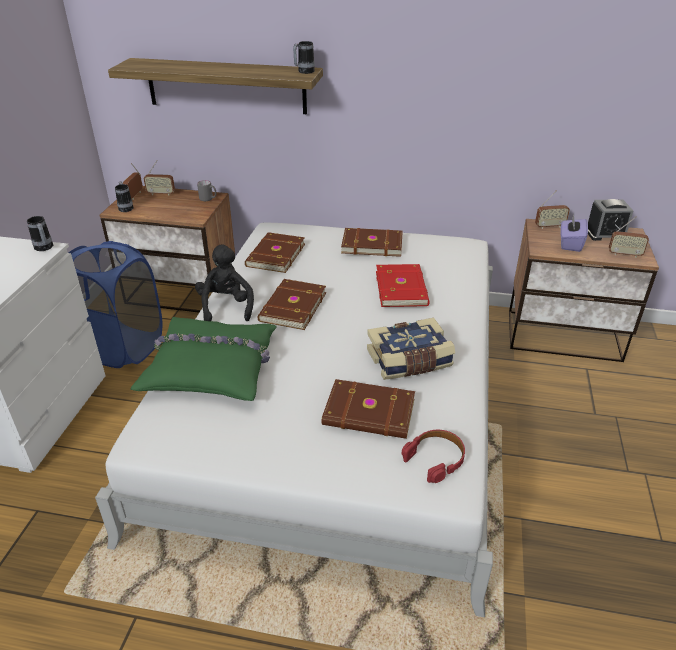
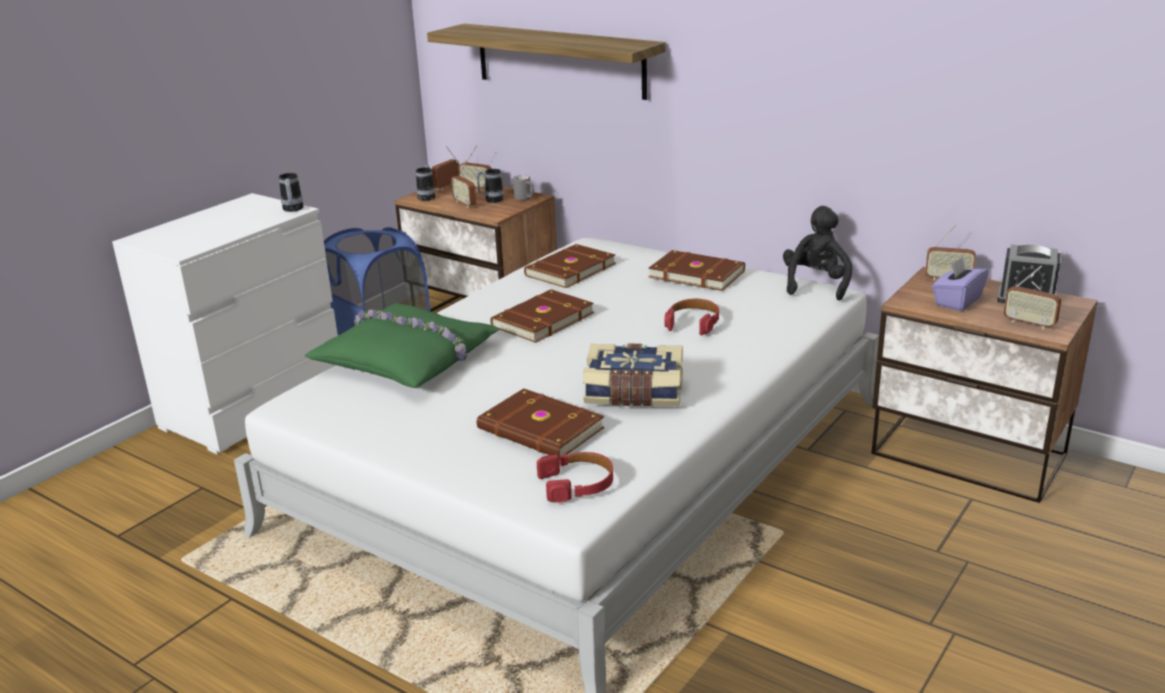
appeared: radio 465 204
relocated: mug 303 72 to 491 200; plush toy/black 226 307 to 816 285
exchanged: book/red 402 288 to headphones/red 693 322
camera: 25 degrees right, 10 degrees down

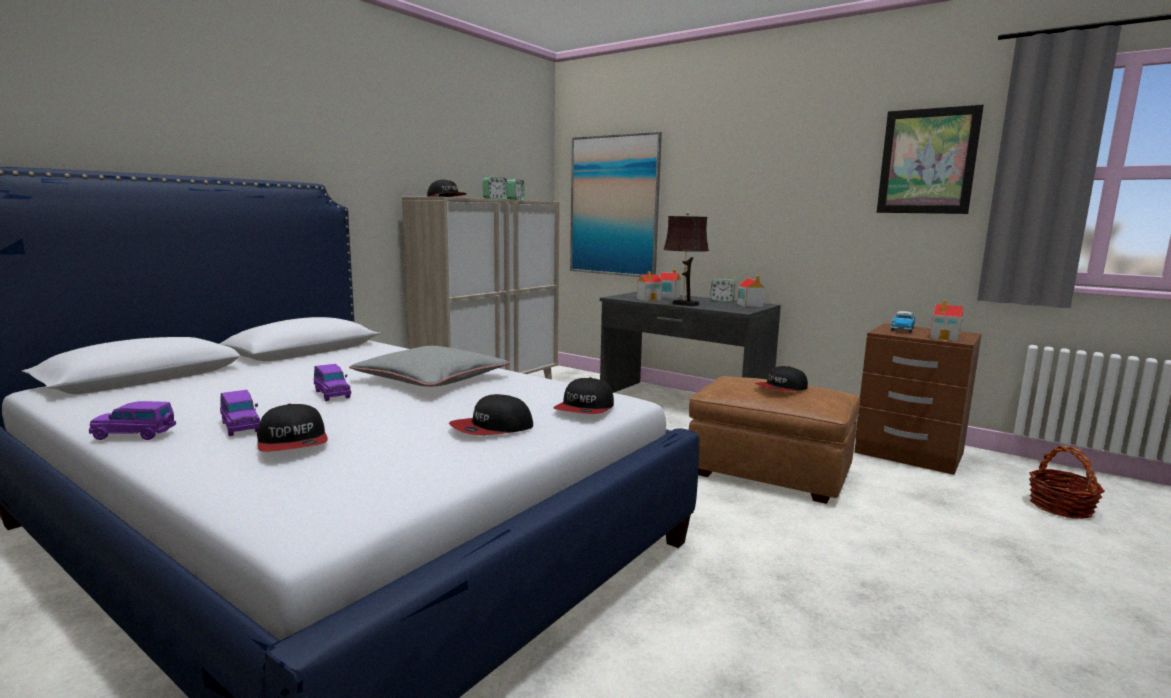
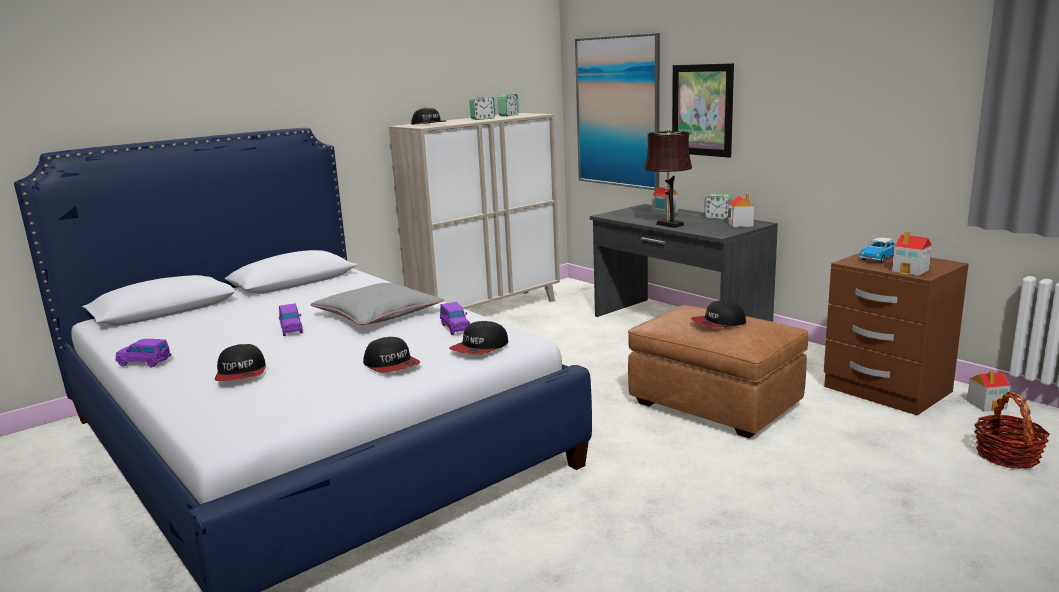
relocated: picture 927 161 to 702 110; toy house 649 299 to 987 404; toy car/purple 240 426 to 455 328
spun: cap 492 428 = 392 365 105 degrees counterclockwise
camera: 15 degrees right, 5 degrees up

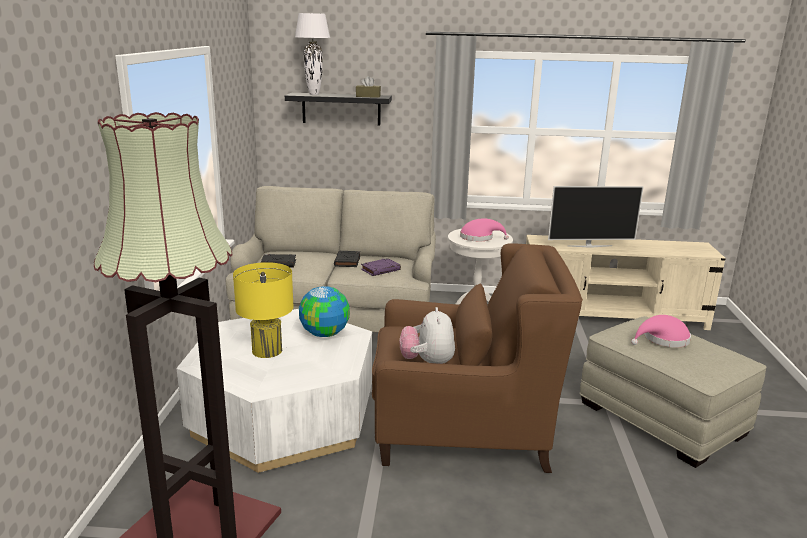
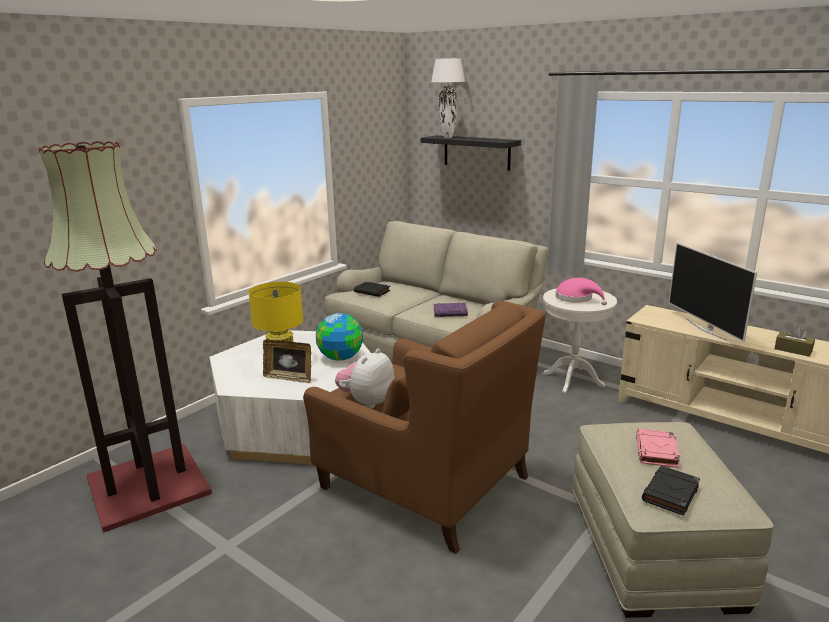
appeared: picture frame 289 378
relocated: tissue box/brown 368 96 to 793 350; book/black 347 261 to 670 494
exchanged: hat/pink 663 340 to book/pink 657 452
spun: television 589 246 = 706 329 45 degrees clockwise
camera: 35 degrees right, 0 degrees up

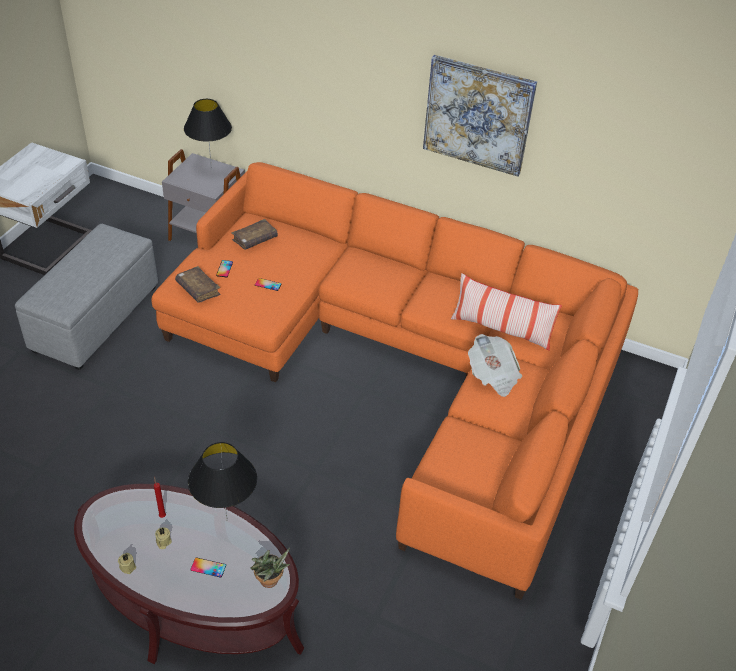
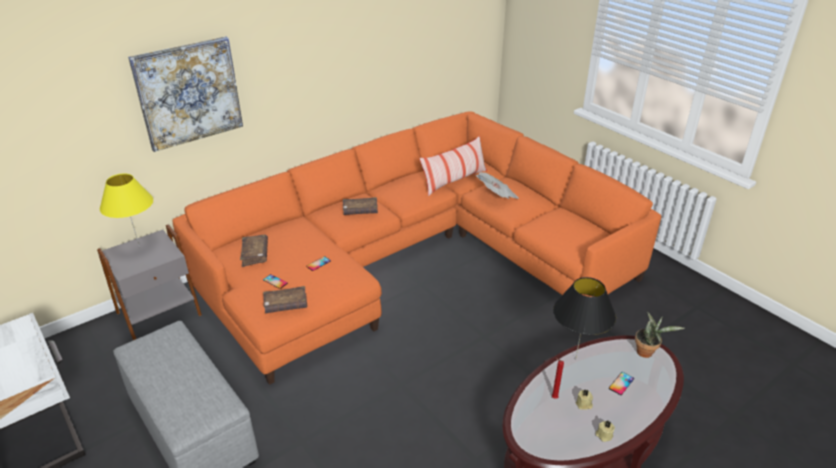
appeared: book/brown 360 211
relocated: picture 478 115 to 188 93
colour: table lamp/black 211 169 to table lamp/yellow 139 247
camera: 60 degrees left, 10 degrees down

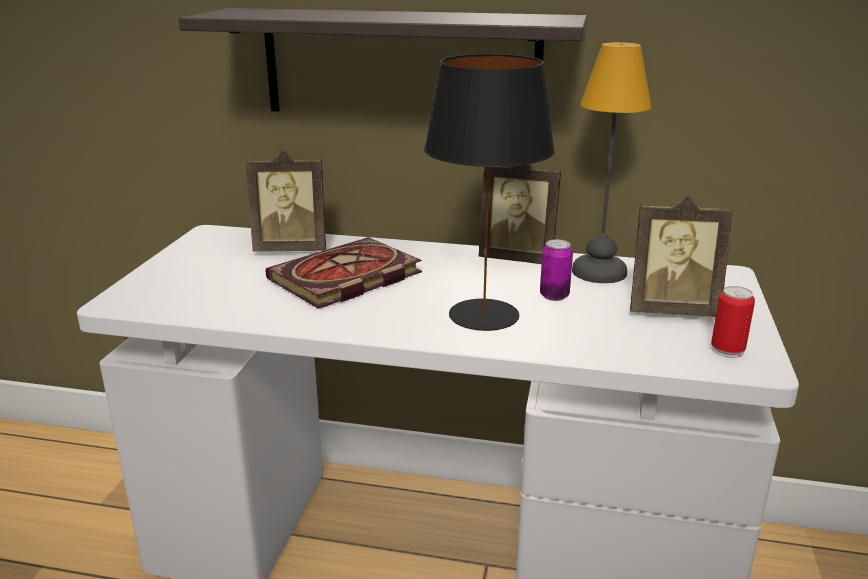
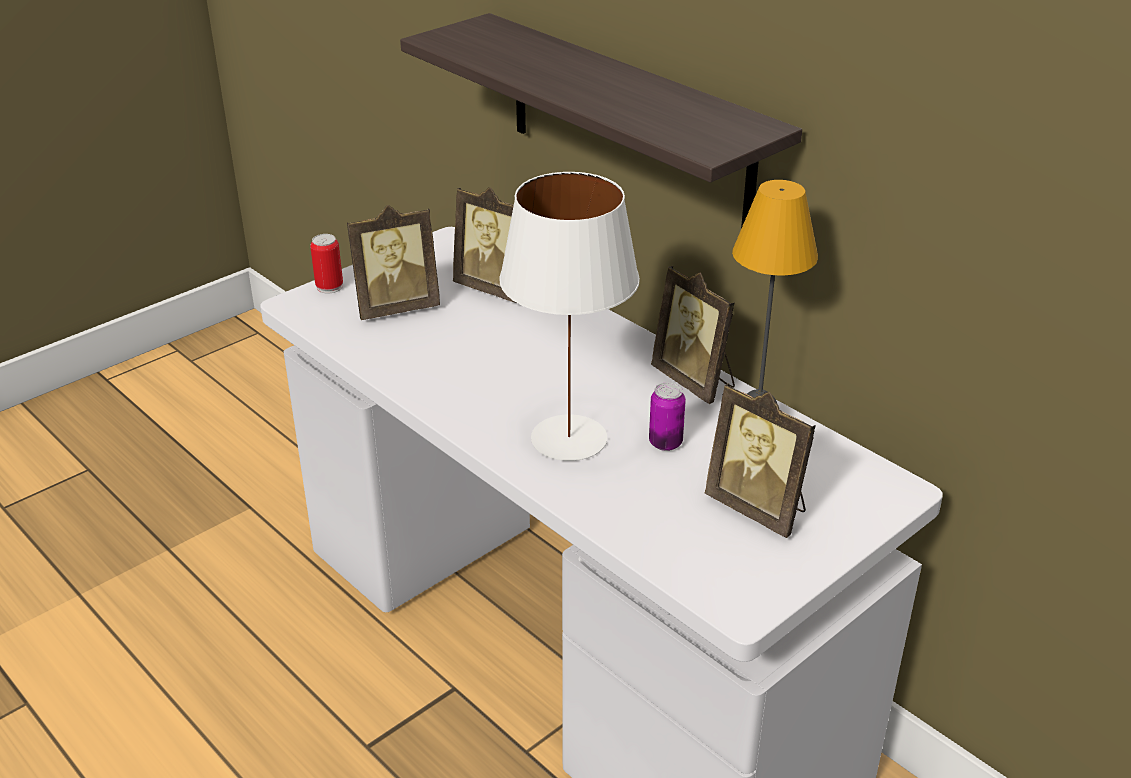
missing: book 344 279
appeared: picture frame 396 307
relocated: can 727 350 to 329 287
colour: table lamp/black 485 314 to table lamp/white 570 438
camera: 35 degrees right, 10 degrees up

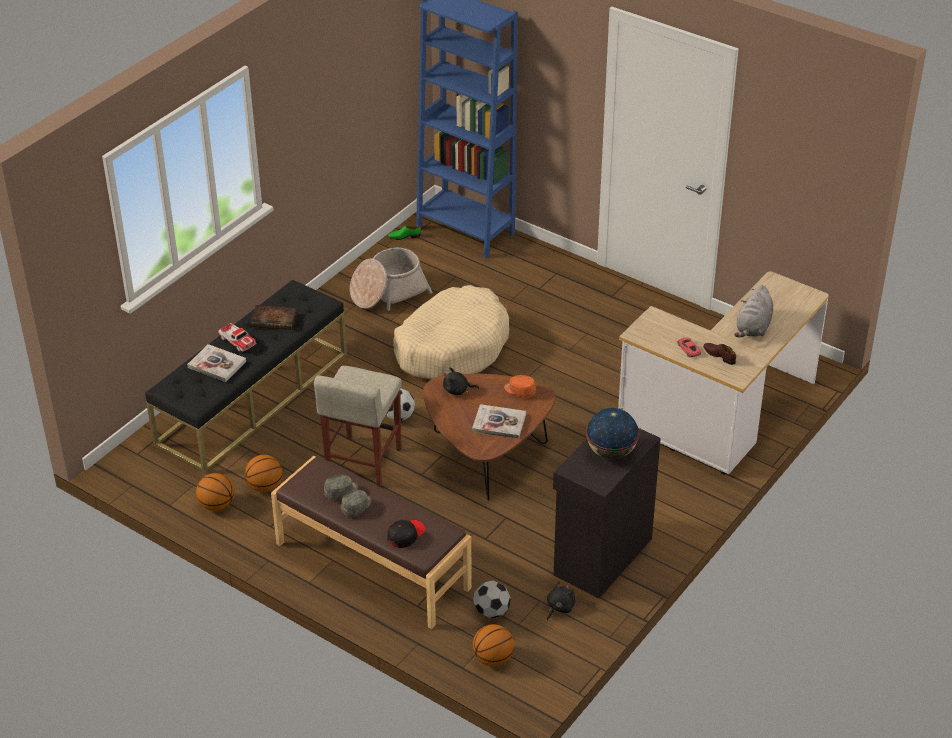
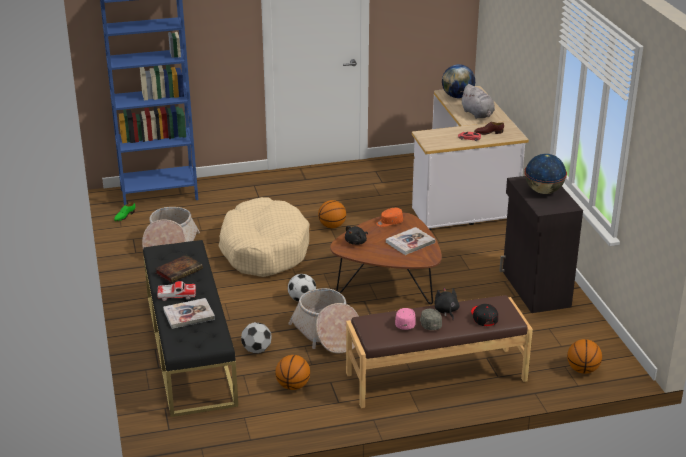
appeared: globe 457 96
relocated: basketball 217 505 to 332 226; football 492 612 to 257 350; plush toy/black 559 607 to 446 311
exchanged: stool/beige 363 462 to basket 327 334
colour: cap/grey 341 491 to cap/pink 405 323
camera: 50 degrees left, 10 degrees down

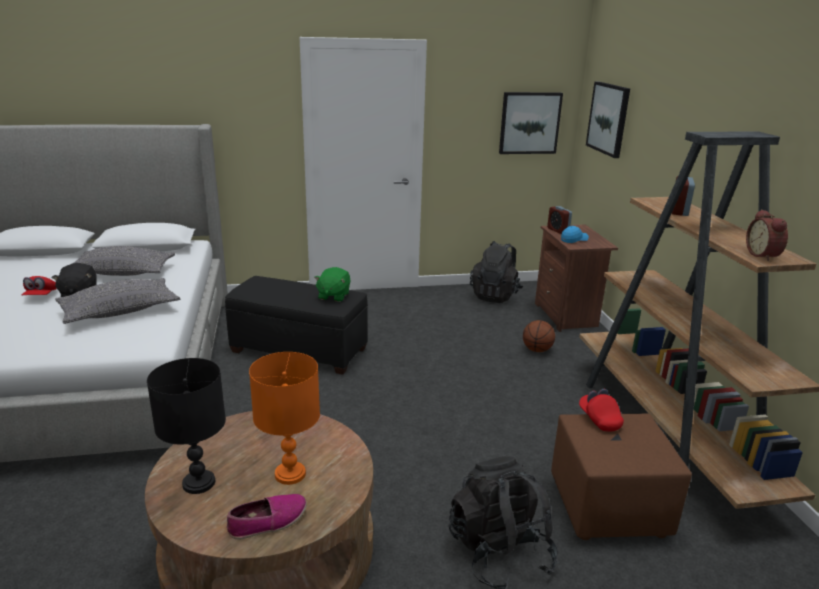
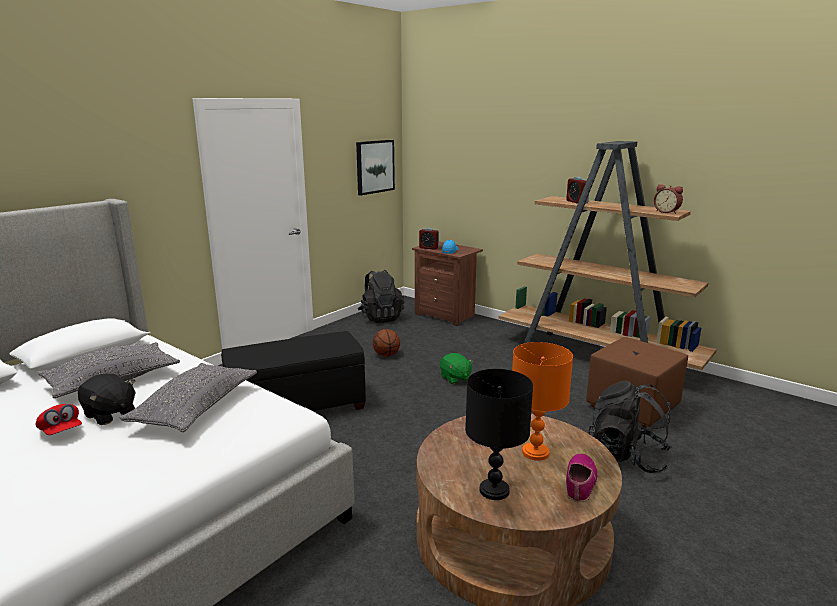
missing: picture 608 118; cap/red 599 419
relocated: plush toy/green 333 296 to 455 378; basketball 537 350 to 386 355
camera: 40 degrees left, 5 degrees down

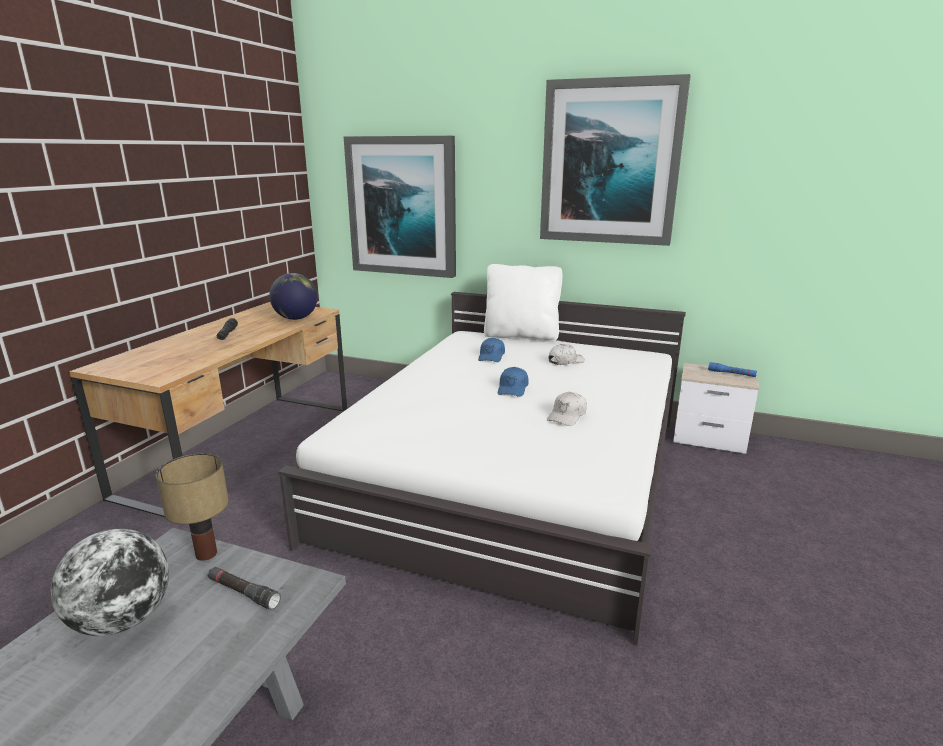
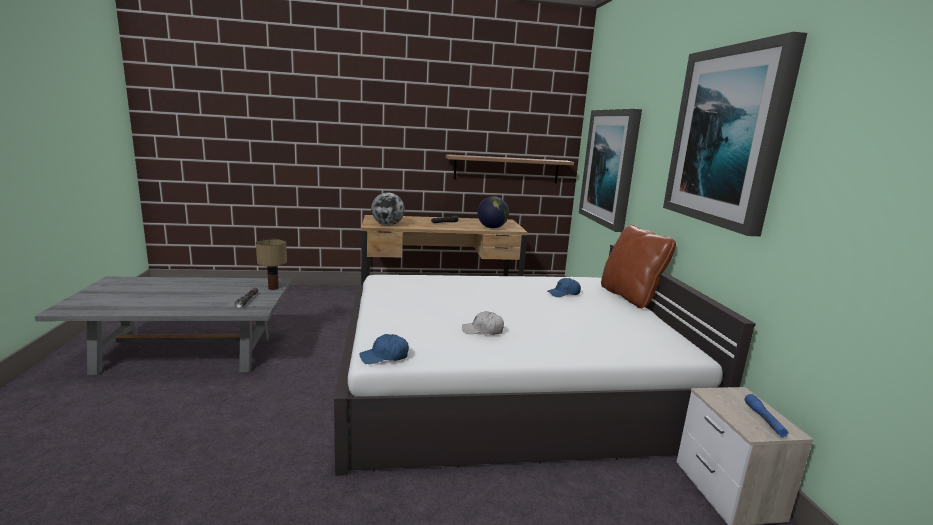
missing: cap/white 565 361
appeared: shelf 506 169
relocated: cap/blue 513 389 to 384 357; globe 123 620 to 387 225
colour: pillow/white 521 336 to pillow/brown 630 297
camera: 60 degrees right, 5 degrees down

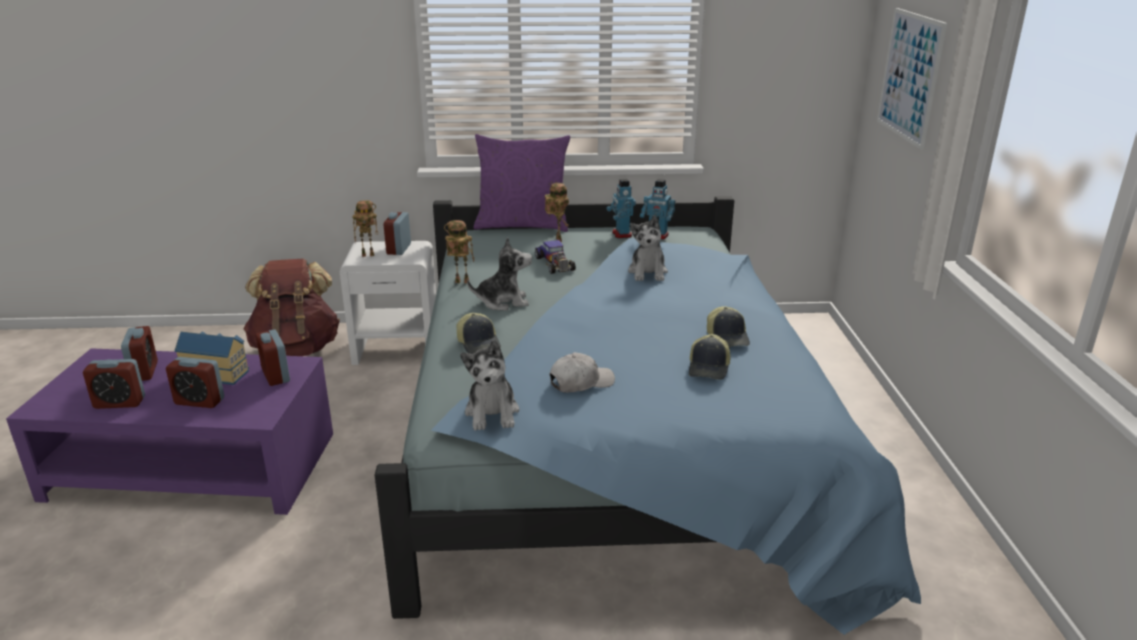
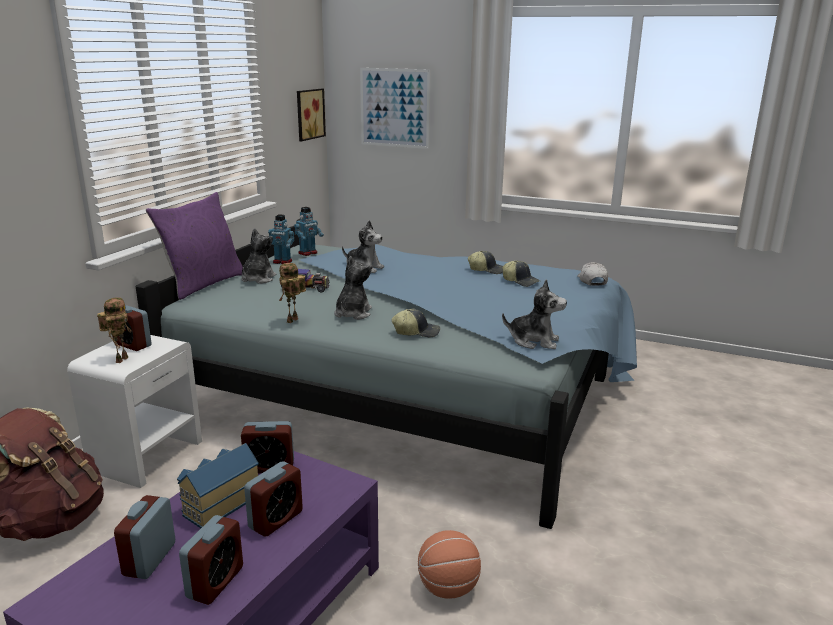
appeared: picture 308 114; basketball 447 588
relocated: cap/white 581 382 to 591 281
exchanged: toy robot 557 239 to plush toy 258 279
spun: alarm clock 144 371 = 150 559 90 degrees counterclockwise
camera: 65 degrees left, 5 degrees down

